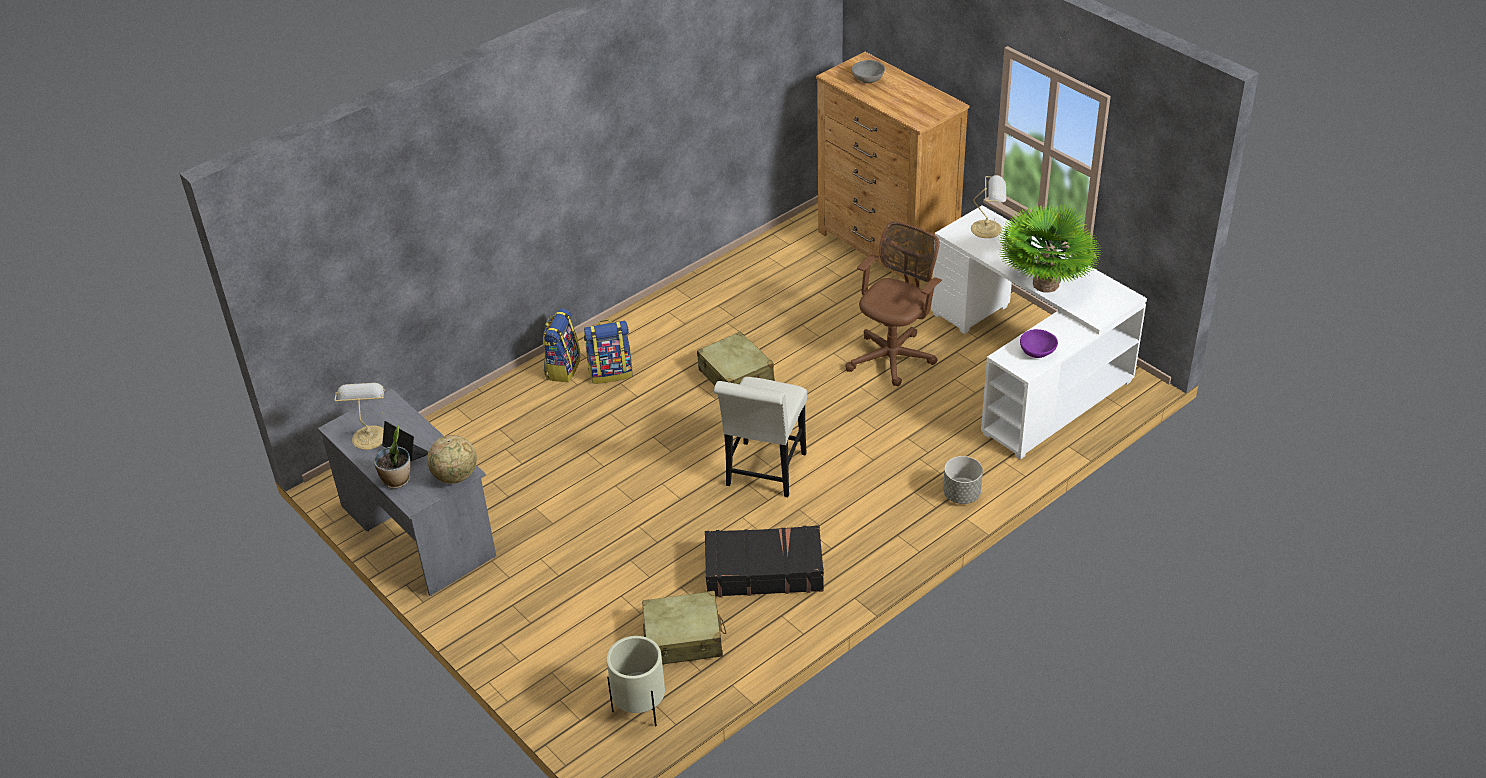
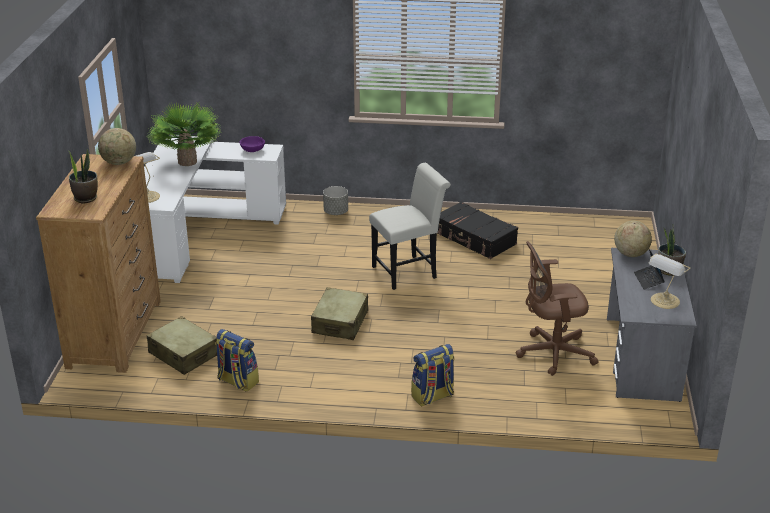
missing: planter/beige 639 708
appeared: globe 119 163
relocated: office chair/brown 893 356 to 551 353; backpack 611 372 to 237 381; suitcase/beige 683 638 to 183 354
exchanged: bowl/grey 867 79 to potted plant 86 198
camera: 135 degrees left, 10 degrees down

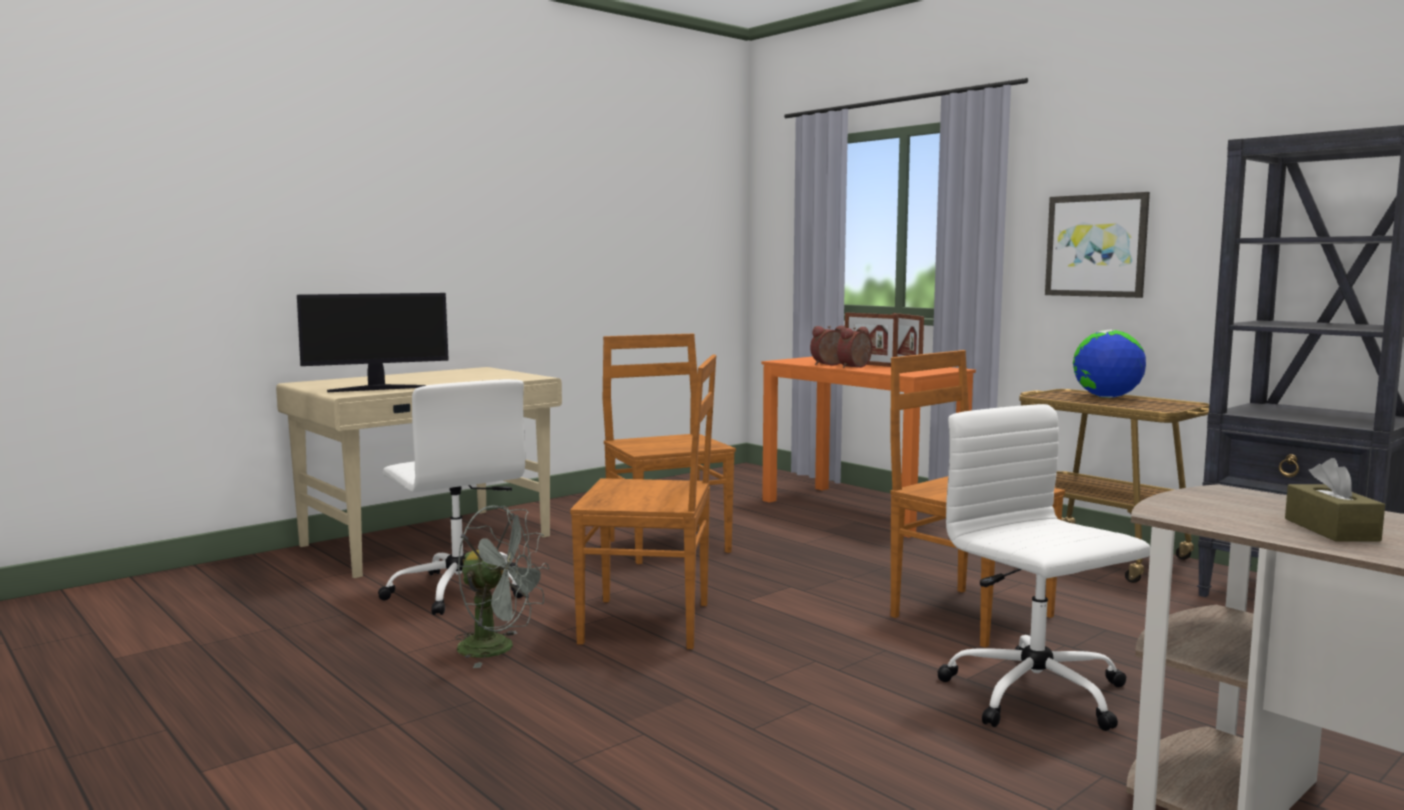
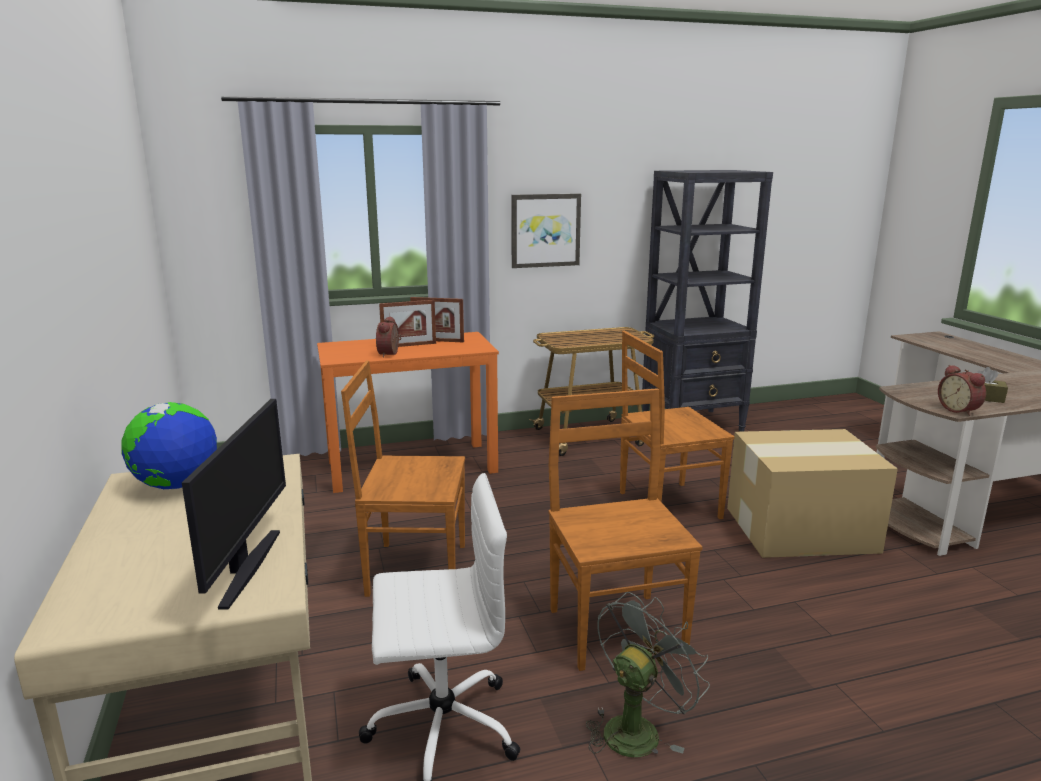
relocated: alarm clock 856 367 to 959 410; globe 1107 397 to 176 485
exchanged: office chair/white 1037 695 to cardboard box 798 529
spun: chair/brown 650 623 = 615 627 45 degrees counterclockwise
camera: 65 degrees left, 10 degrees up

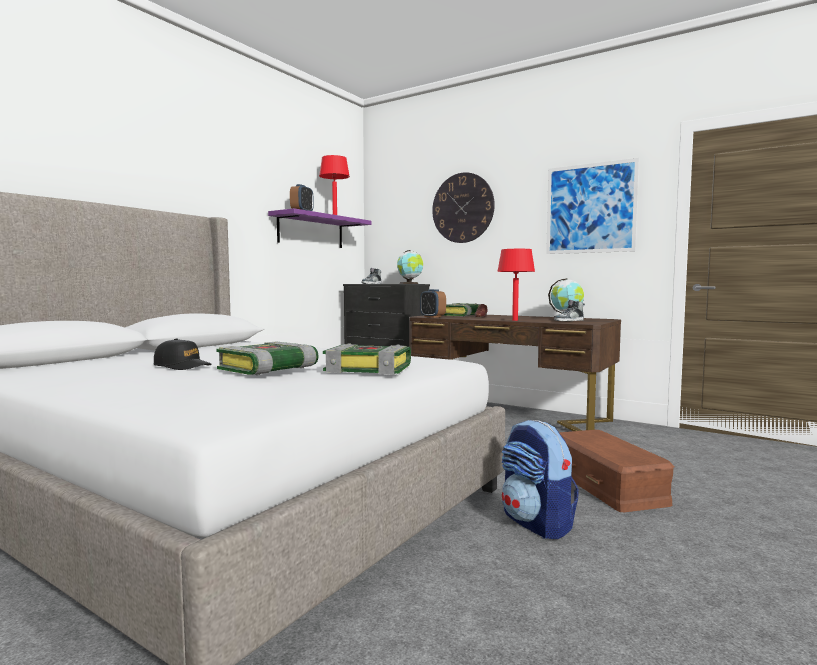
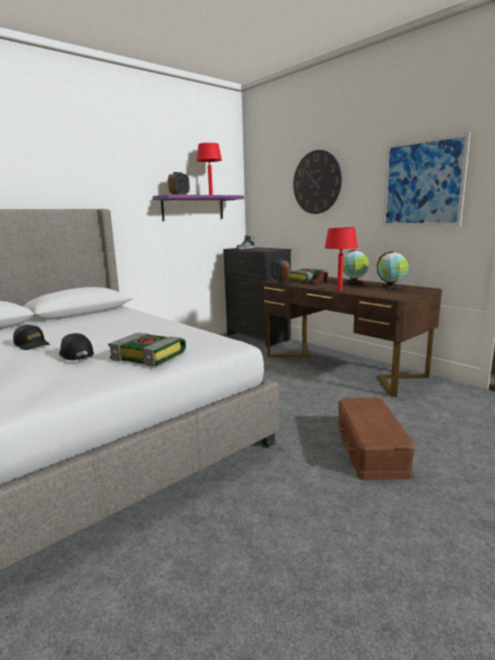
missing: shoe 569 321; backpack 537 523
relocated: globe 410 283 to 354 283
exchanged: book 267 369 to cap/black 75 354
camera: 15 degrees right, 10 degrees up

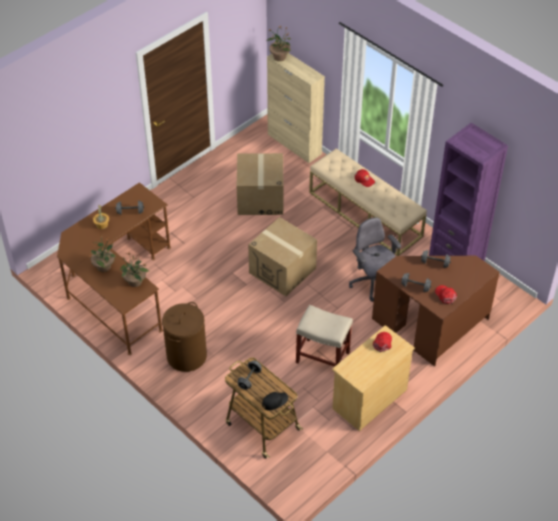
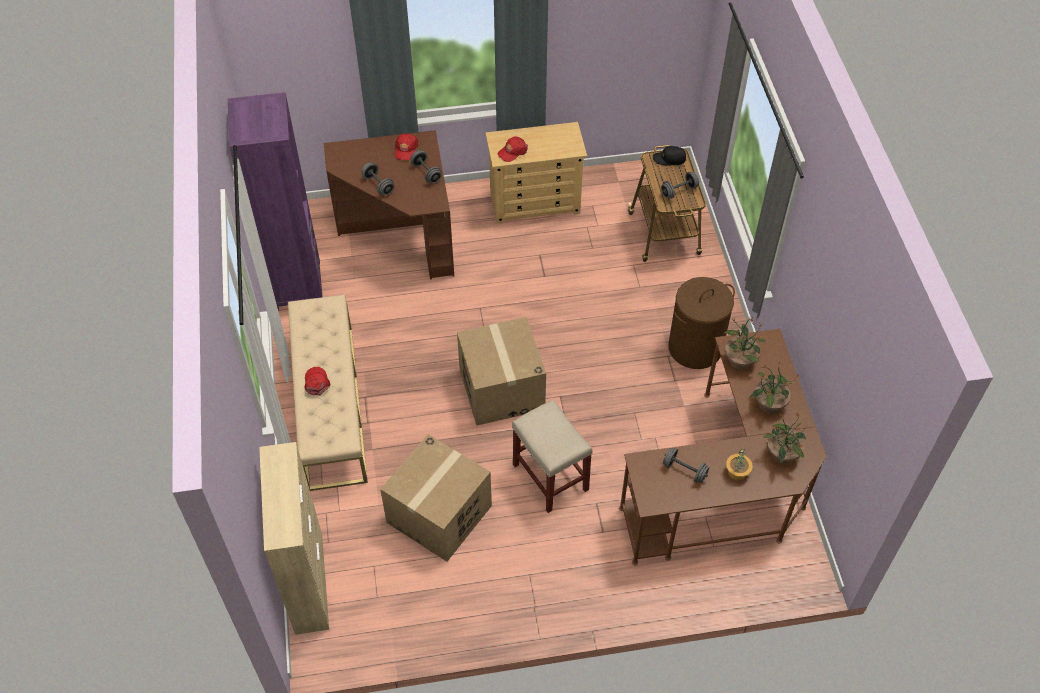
missing: office chair/grey 372 283
relocated: potted plant 279 57 to 782 455; stool/beige 323 357 to 549 476
camera: 145 degrees left, 5 degrees up

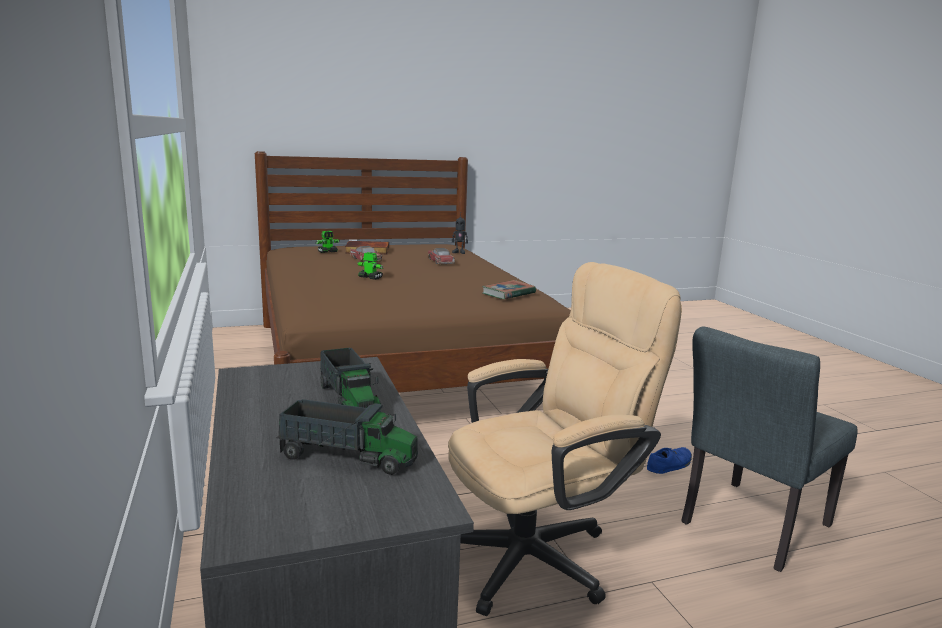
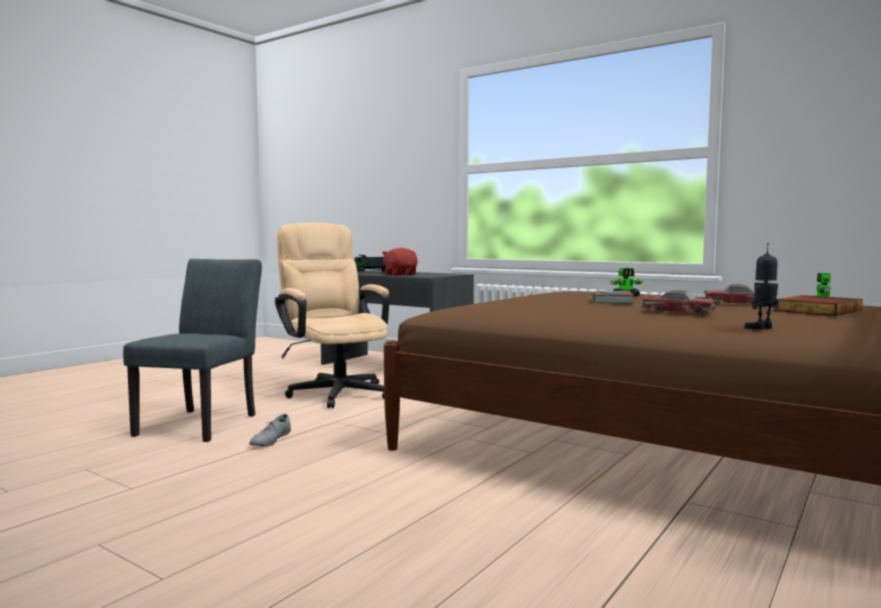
relocated: book 508 293 to 612 302
exchanged: toy truck 349 401 to plush toy/red 400 274
colour: shoe/blue 669 465 to shoe/grey 270 440
spun: office chair/beige 540 553 = 335 392 120 degrees clockwise
camera: 145 degrees right, 10 degrees down

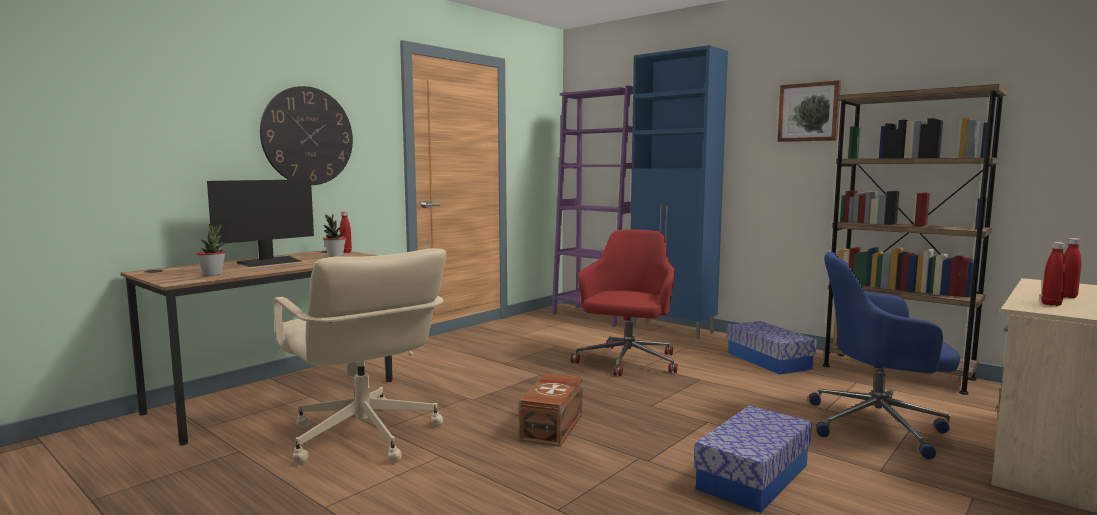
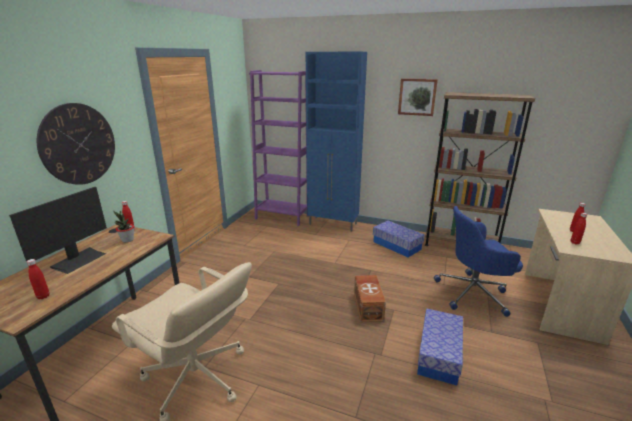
missing: office chair/red 627 362
relocated: storage box/brown 554 426 to 368 306
exchanged: potted plant 212 274 to bottle/red 43 296
camera: 20 degrees left, 15 degrees up

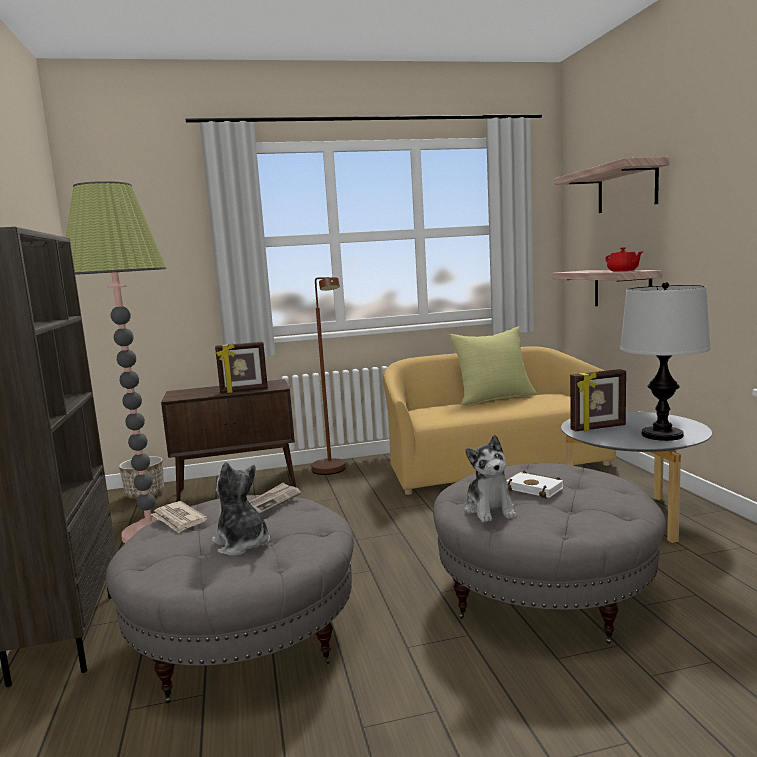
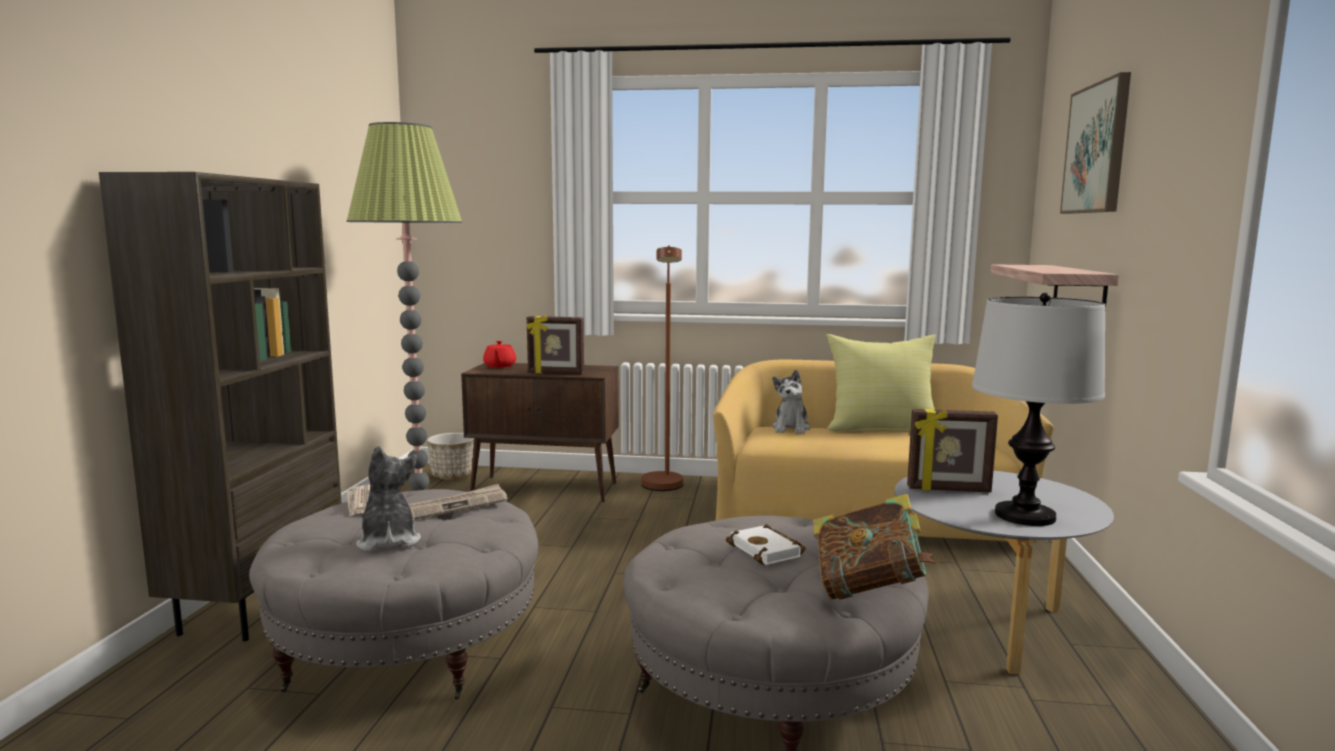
appeared: book 868 589
relocated: teapot/red 623 271 to 499 366; plush toy 490 510 to 791 428
exchanged: shelf 627 188 to picture 1097 149
camera: 20 degrees right, 0 degrees up

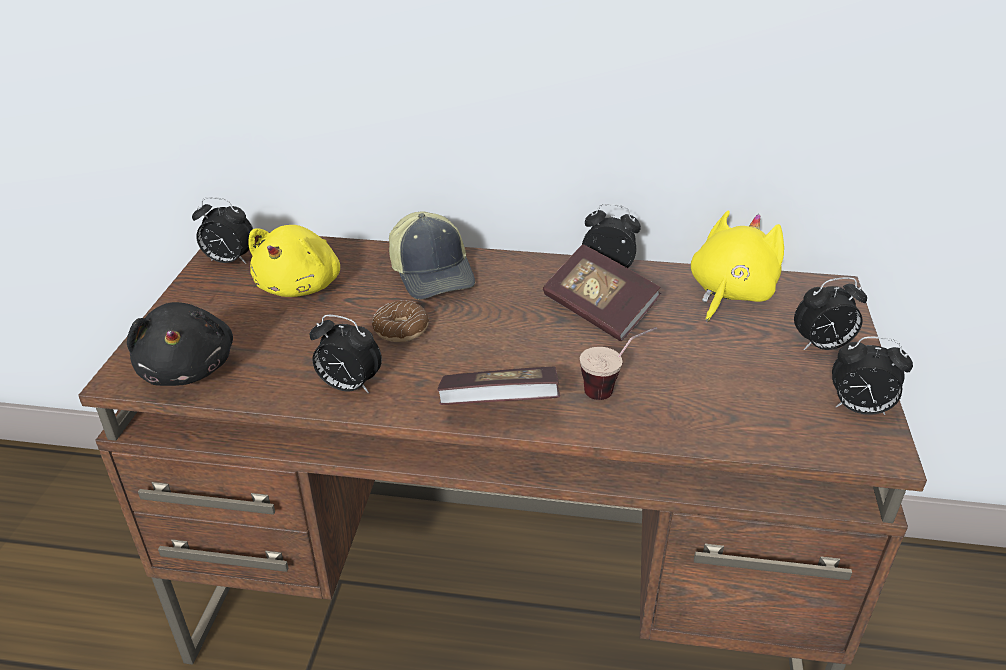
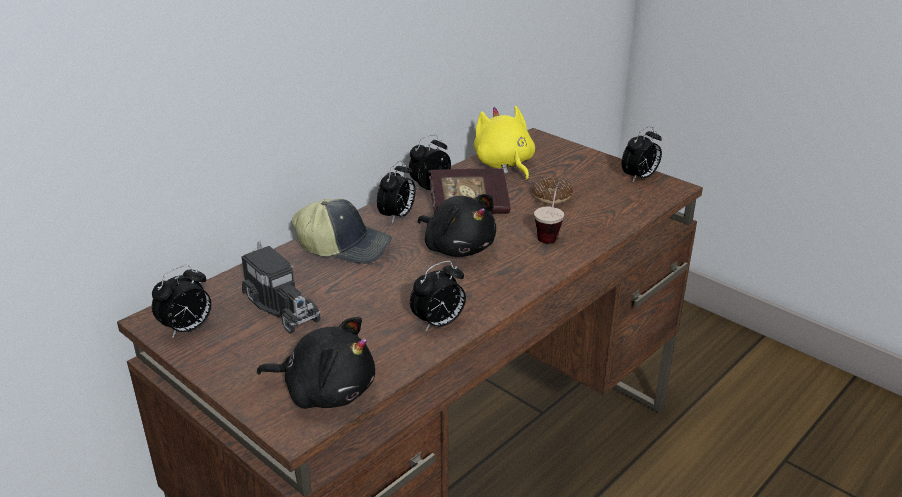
missing: book 499 406
appeared: plush toy/black 457 247
relocated: alarm clock 821 346 to 397 216; donut 401 329 to 551 197
exchanged: plush toy/yellow 301 286 to toy truck 280 305
camera: 55 degrees left, 5 degrees down

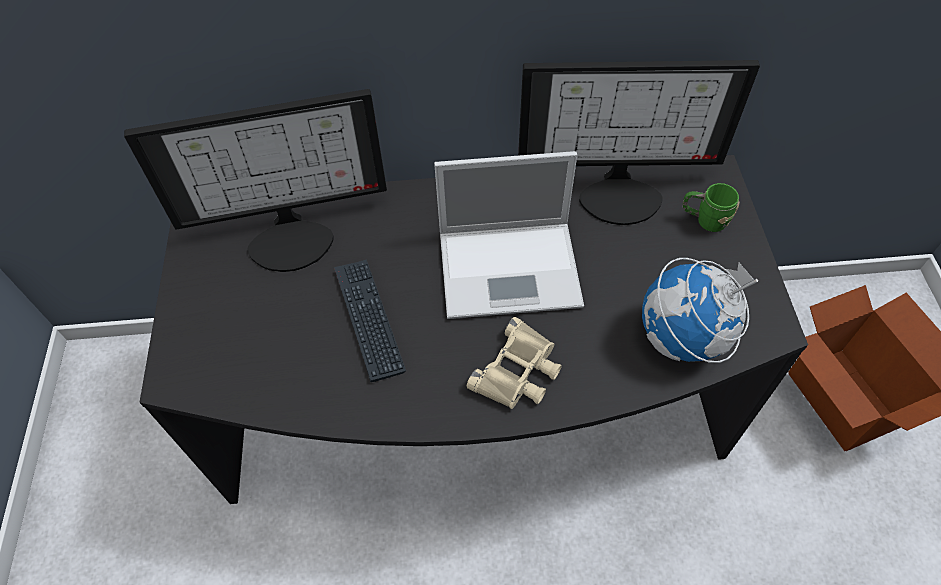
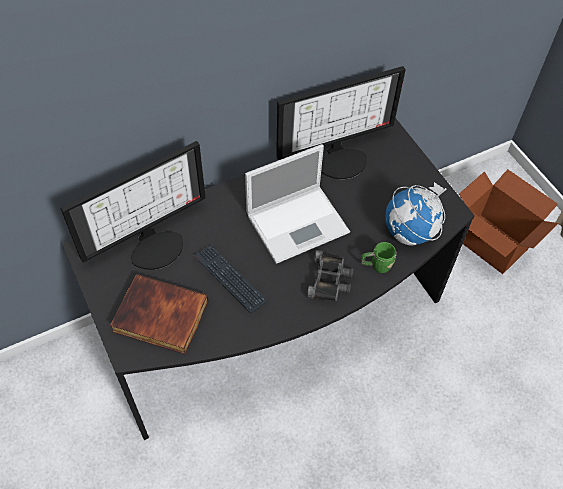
appeared: book 159 317
relocated: mug/green 704 220 to 376 265
colour: binoculars/beige 518 371 to binoculars/black 330 280
camera: 25 degrees left, 0 degrees up

